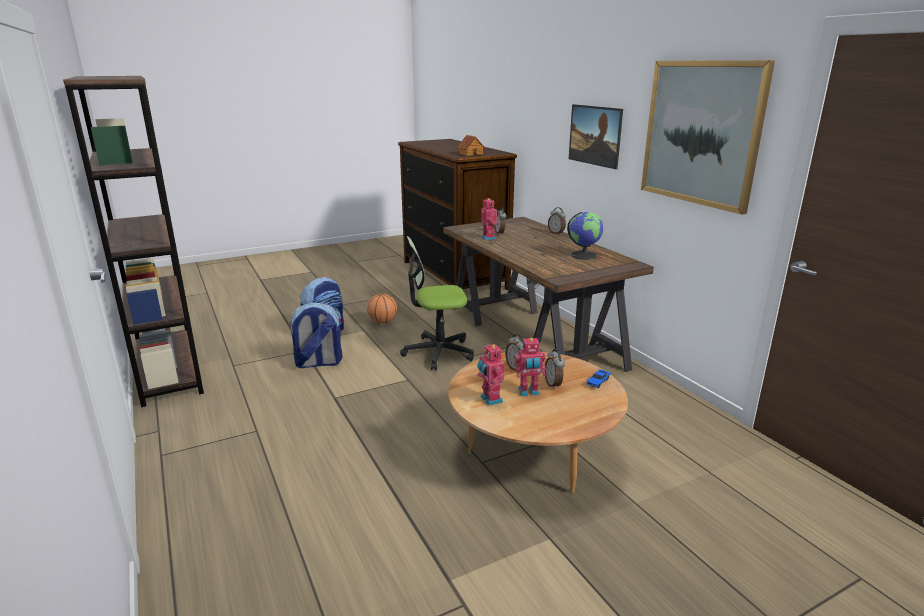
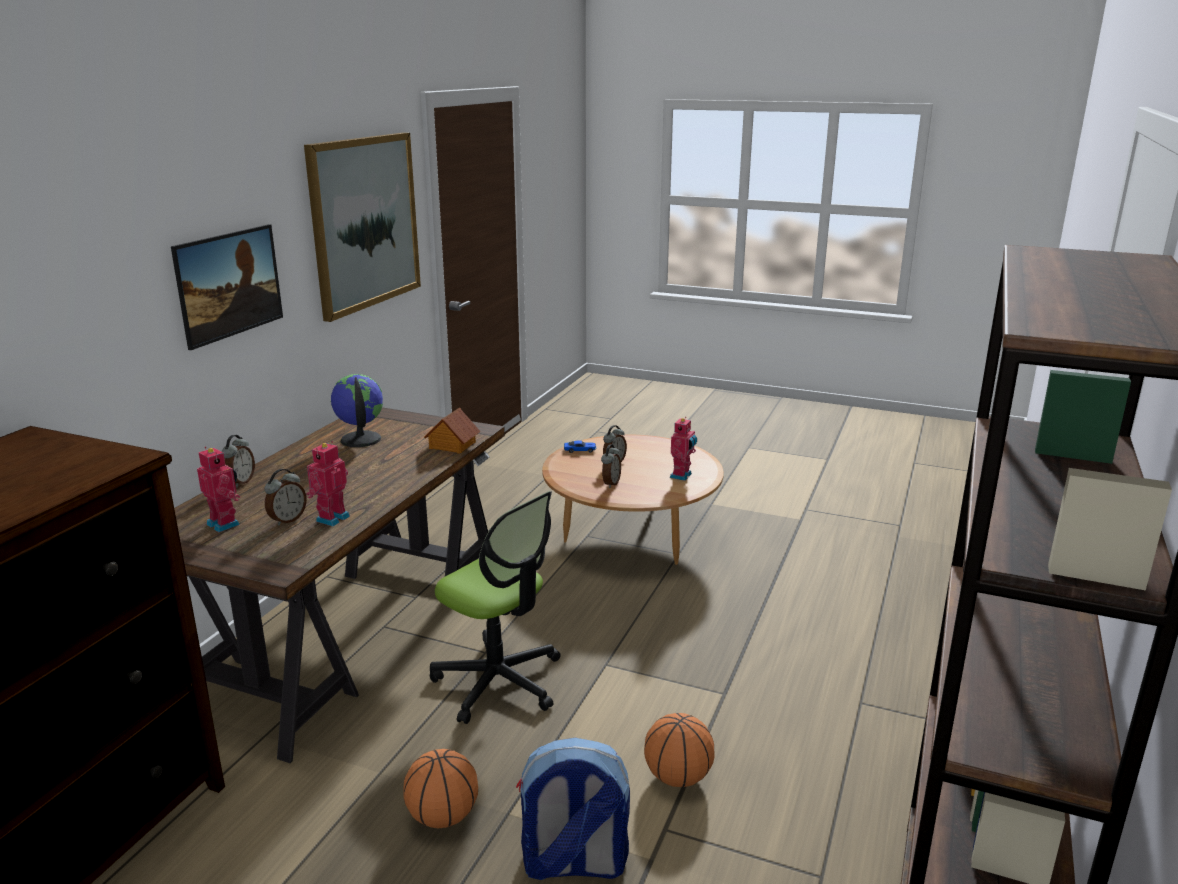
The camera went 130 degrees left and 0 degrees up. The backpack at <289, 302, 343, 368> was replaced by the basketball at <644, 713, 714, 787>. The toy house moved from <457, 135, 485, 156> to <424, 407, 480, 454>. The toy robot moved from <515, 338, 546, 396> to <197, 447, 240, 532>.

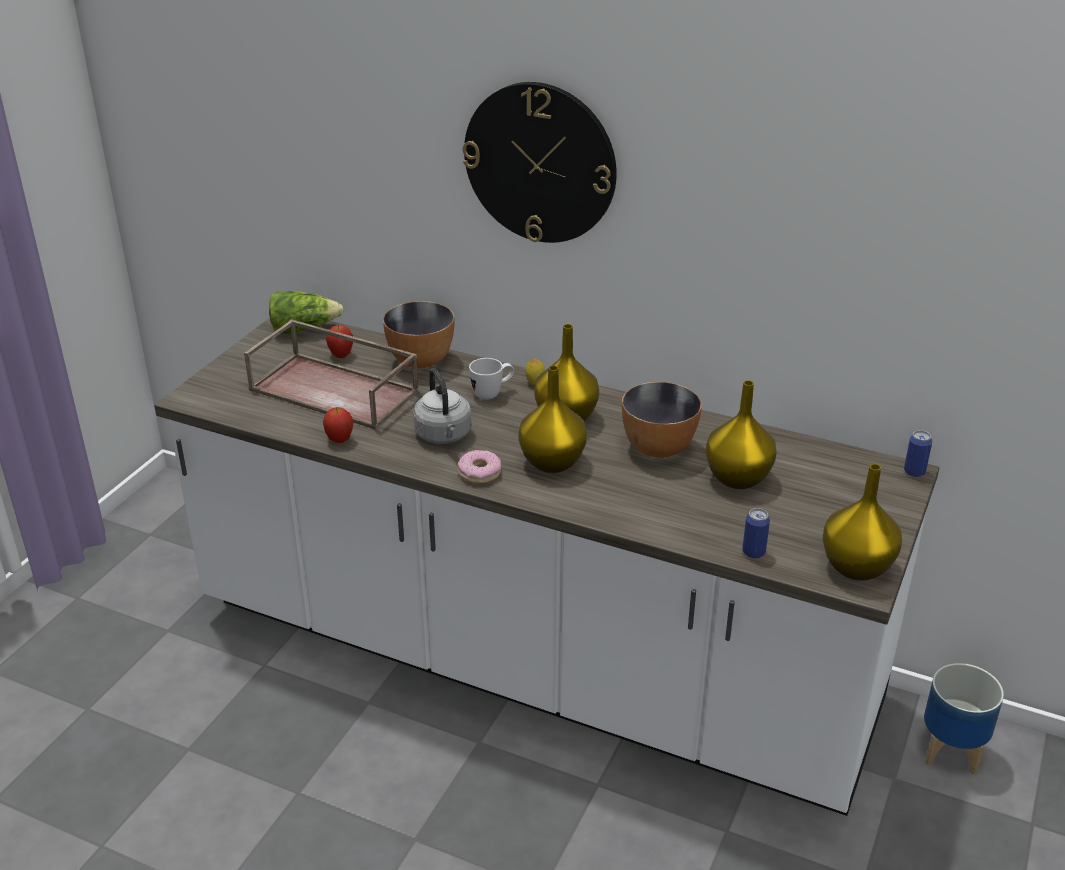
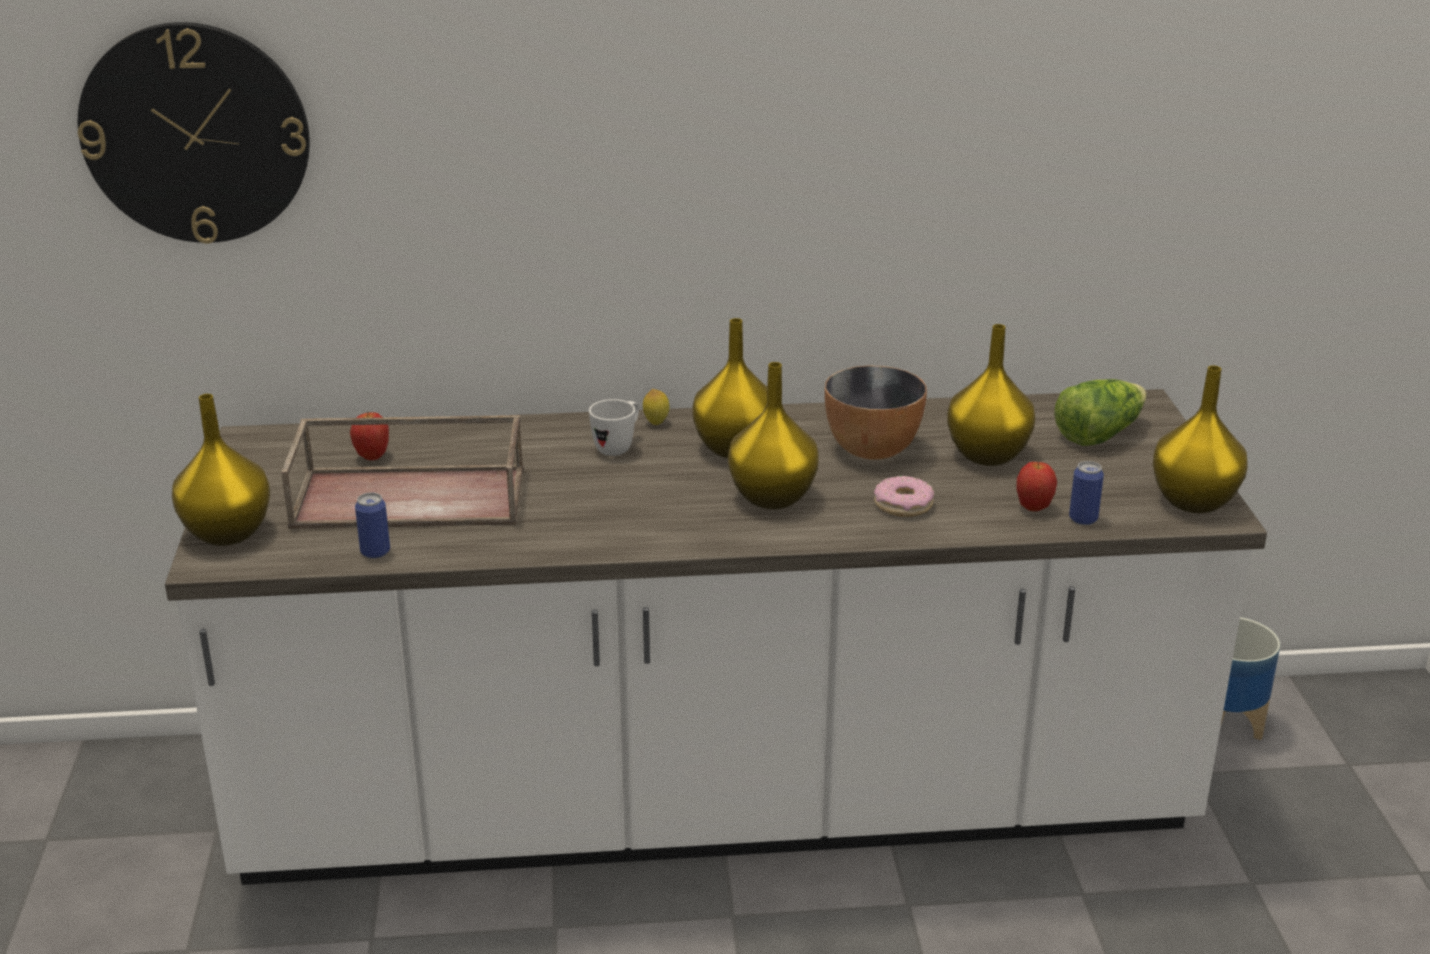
The camera went 30 degrees left and 5 degrees down. The lettuce moved from <269, 291, 344, 334> to <1054, 379, 1147, 446>. The apple moved from <323, 407, 353, 443> to <1017, 461, 1057, 511>. The bowl at <383, 301, 455, 368> disappeared. The kettle/grey at <413, 368, 472, 444> disappeared. The donut moved from <457, 450, 501, 484> to <874, 476, 934, 517>. The wall clock moved from <463, 82, 617, 243> to <78, 22, 310, 244>. The can moved from <904, 430, 932, 477> to <355, 492, 390, 559>. The vase/yellow at <172, 394, 270, 546> appeared.

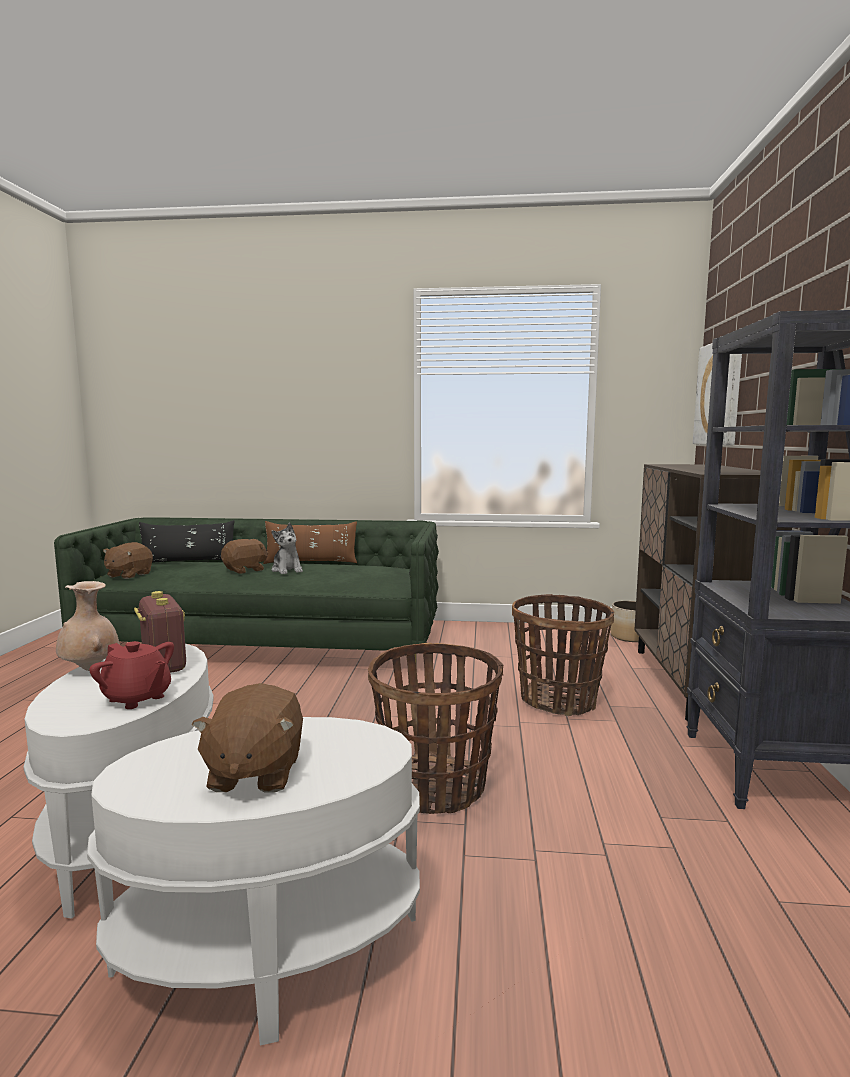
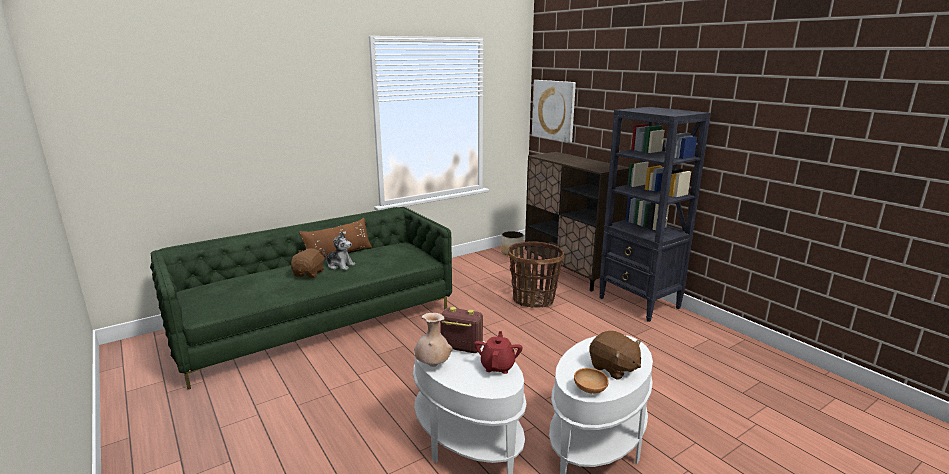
The camera went 40 degrees left and 10 degrees up. The teapot/red at <89, 641, 174, 709> turned 75 degrees counterclockwise. The plush toy/brown at <103, 542, 153, 579> disappeared. The pillow/black at <139, 520, 235, 563> disappeared. The basket at <368, 643, 503, 814> disappeared. The bowl/brown at <574, 368, 609, 394> appeared.

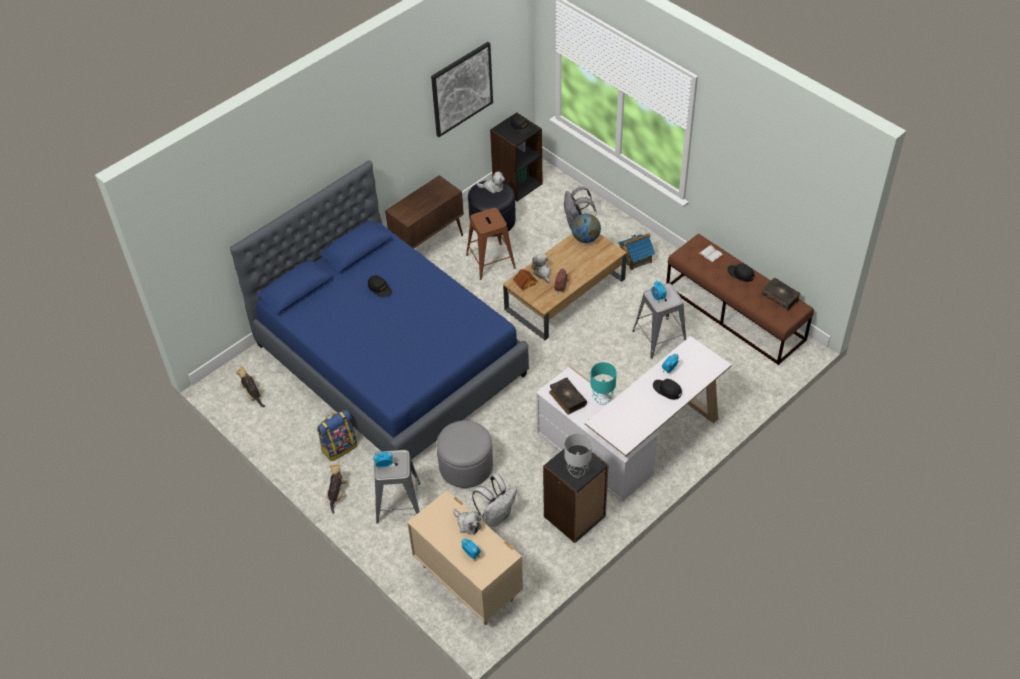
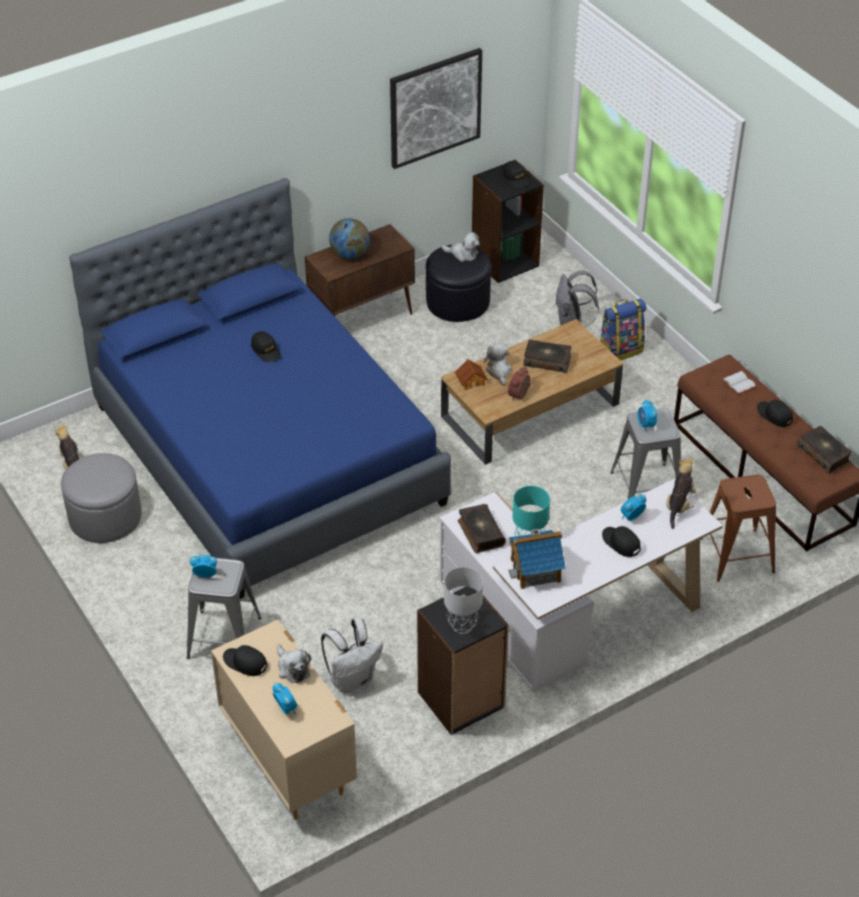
The camera went 10 degrees right and 5 degrees down. The backpack moved from <317, 410, 357, 461> to <600, 298, 646, 360>. The plush toy moved from <327, 462, 348, 514> to <666, 457, 696, 529>. The ottoman/grey moved from <436, 420, 493, 488> to <61, 453, 142, 543>. The stool/brown moved from <466, 208, 516, 280> to <700, 474, 776, 582>. The globe moved from <571, 214, 601, 243> to <329, 218, 370, 259>. The toy house moved from <618, 233, 655, 270> to <508, 529, 566, 589>. The cap/black at <223, 645, 267, 676> appeared. The book at <524, 340, 571, 373> appeared.

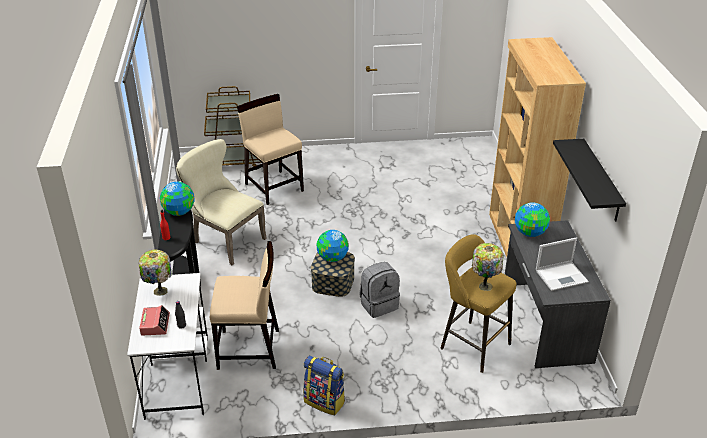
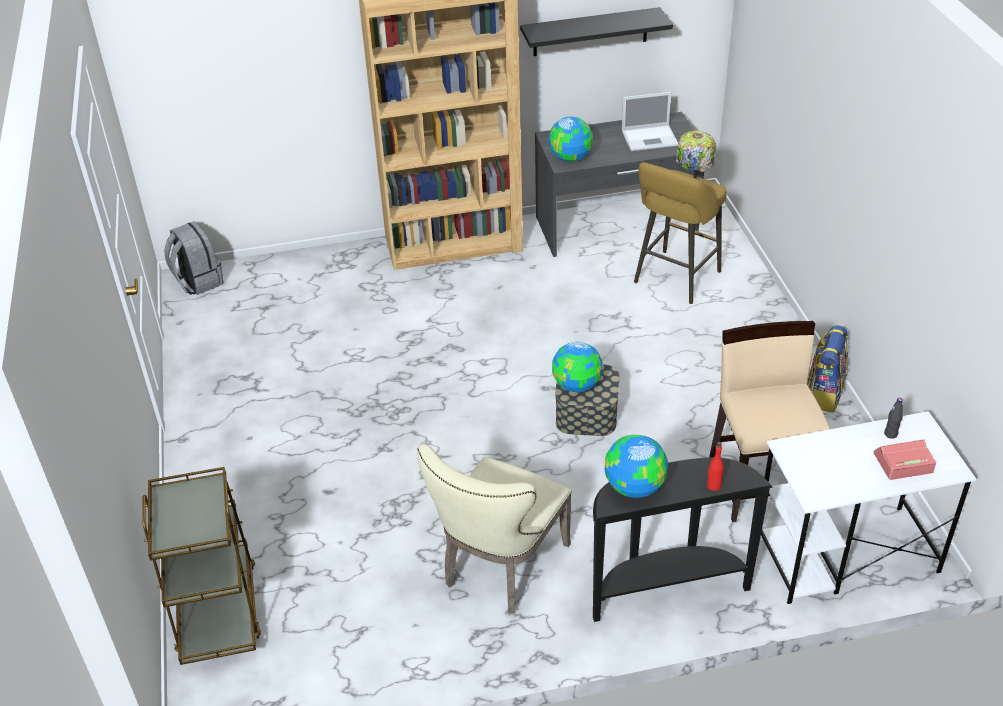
The camera went 95 degrees left and 5 degrees up. The table lamp at <138, 250, 172, 296> disappeared. The chair/beige at <237, 94, 304, 205> disappeared. The backpack/grey moved from <360, 262, 400, 318> to <164, 221, 224, 295>. The laptop at <536, 238, 589, 291> turned 105 degrees clockwise.

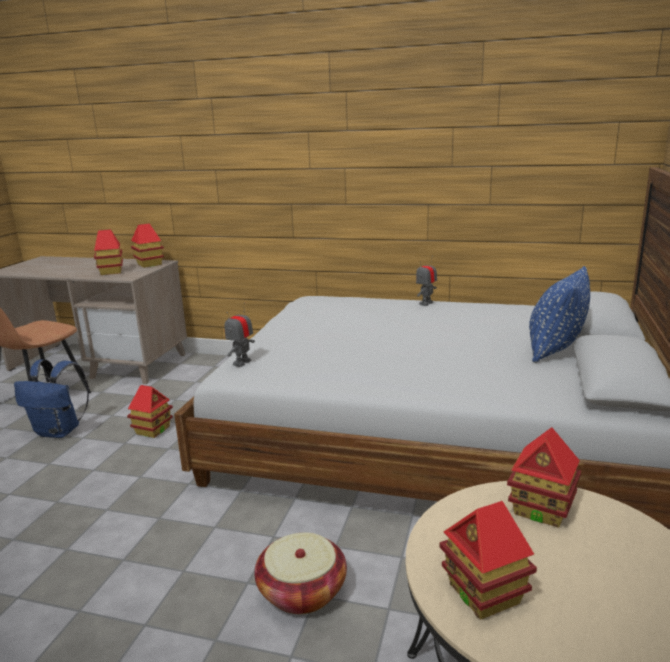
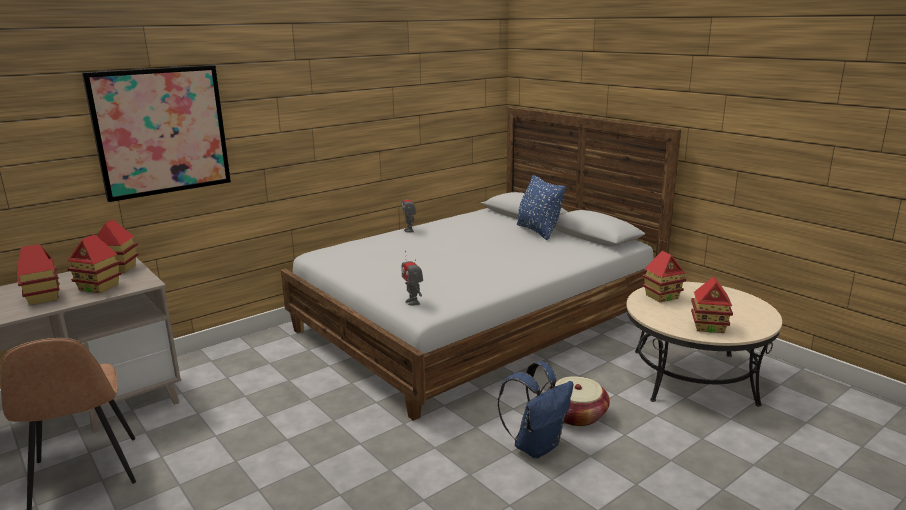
The camera went 55 degrees left and 0 degrees up. The backpack/blue moved from <14, 359, 89, 438> to <498, 361, 573, 458>. The toy house moved from <127, 385, 173, 438> to <17, 244, 60, 305>. The picture at <82, 65, 231, 202> appeared.

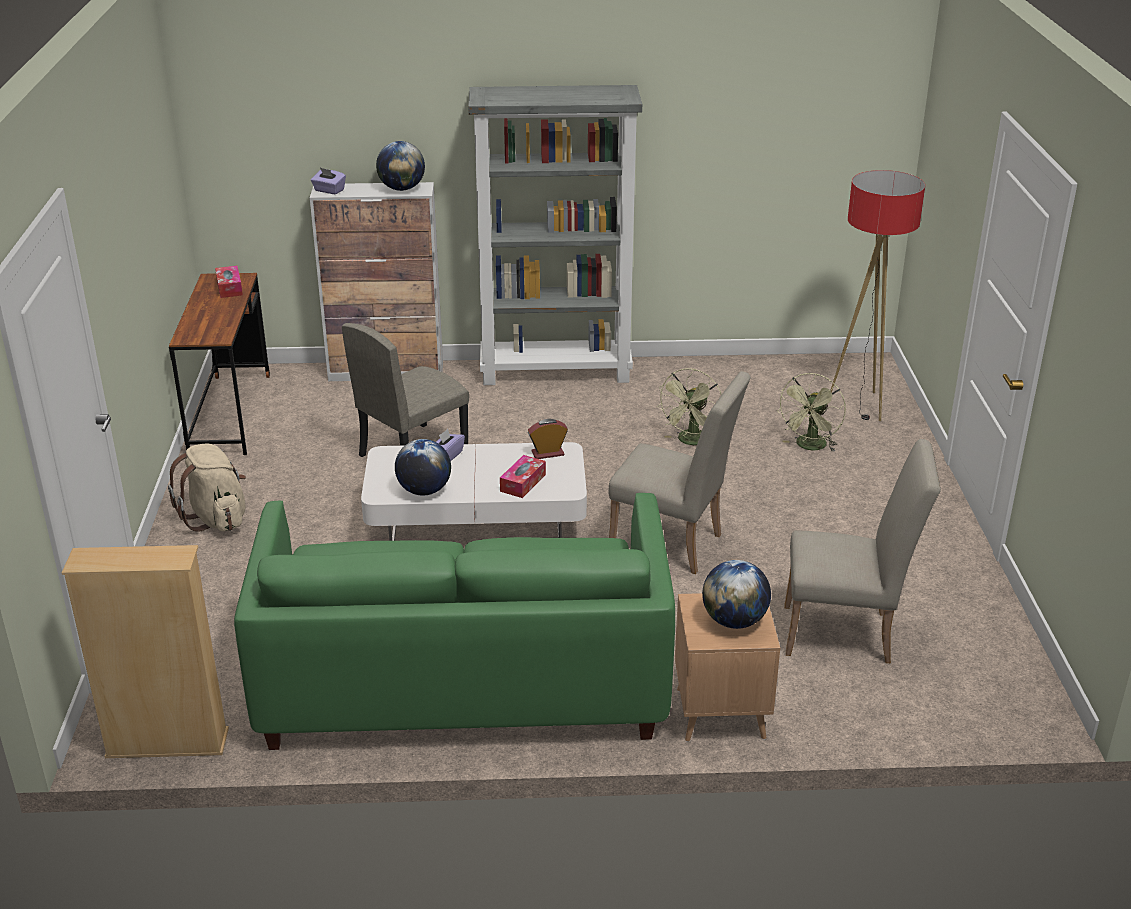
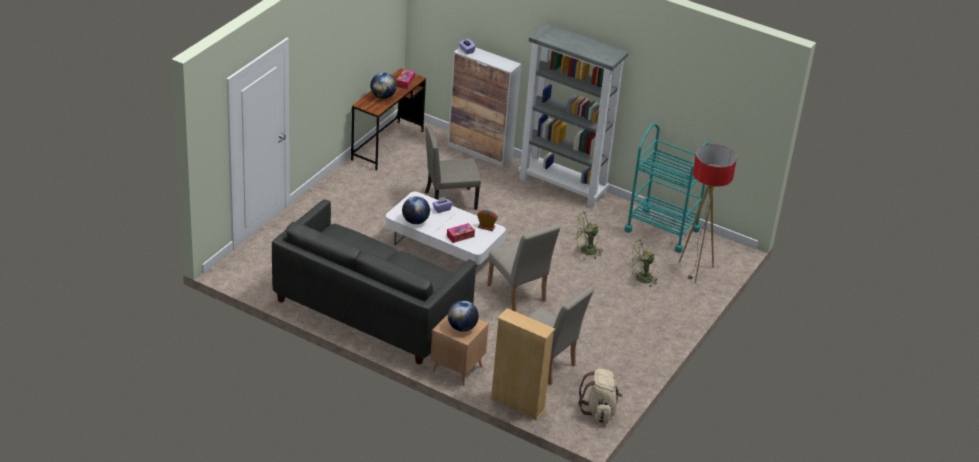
The camera went 30 degrees right and 5 degrees up. The bookcase/beige moved from <62, 545, 229, 758> to <490, 308, 555, 420>. The backpack/beige moved from <168, 444, 246, 532> to <579, 369, 623, 423>. The sofa/green at <234, 493, 675, 750> became the sofa/grey at <272, 199, 476, 365>. The globe moved from <376, 141, 425, 191> to <370, 72, 397, 99>. The cart/turquoise at <624, 123, 709, 253> appeared.

